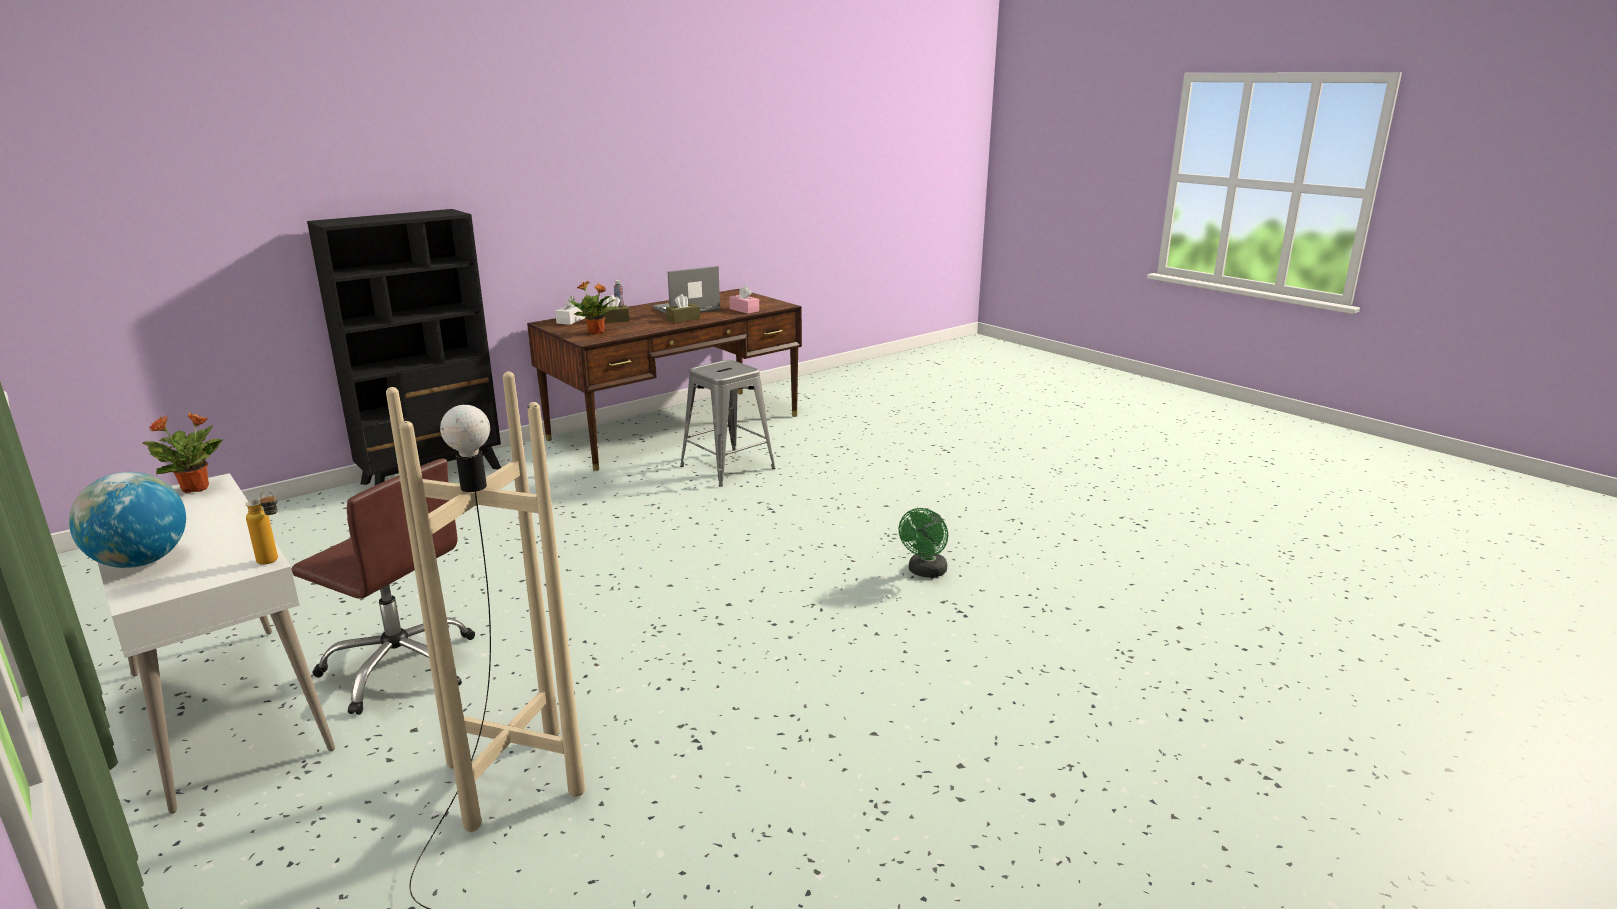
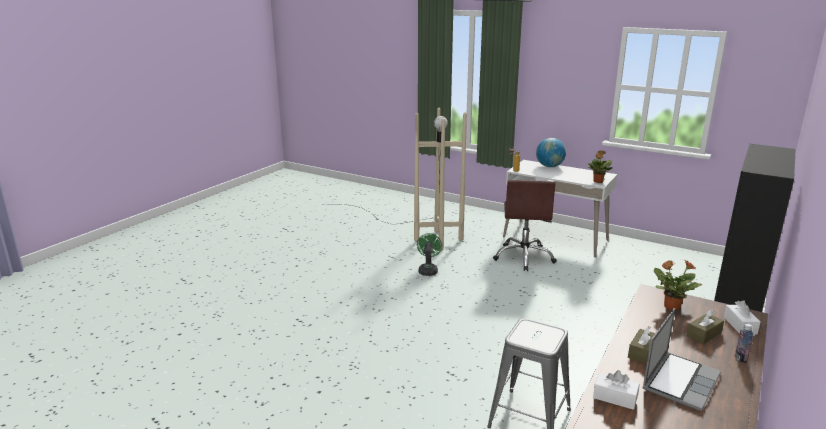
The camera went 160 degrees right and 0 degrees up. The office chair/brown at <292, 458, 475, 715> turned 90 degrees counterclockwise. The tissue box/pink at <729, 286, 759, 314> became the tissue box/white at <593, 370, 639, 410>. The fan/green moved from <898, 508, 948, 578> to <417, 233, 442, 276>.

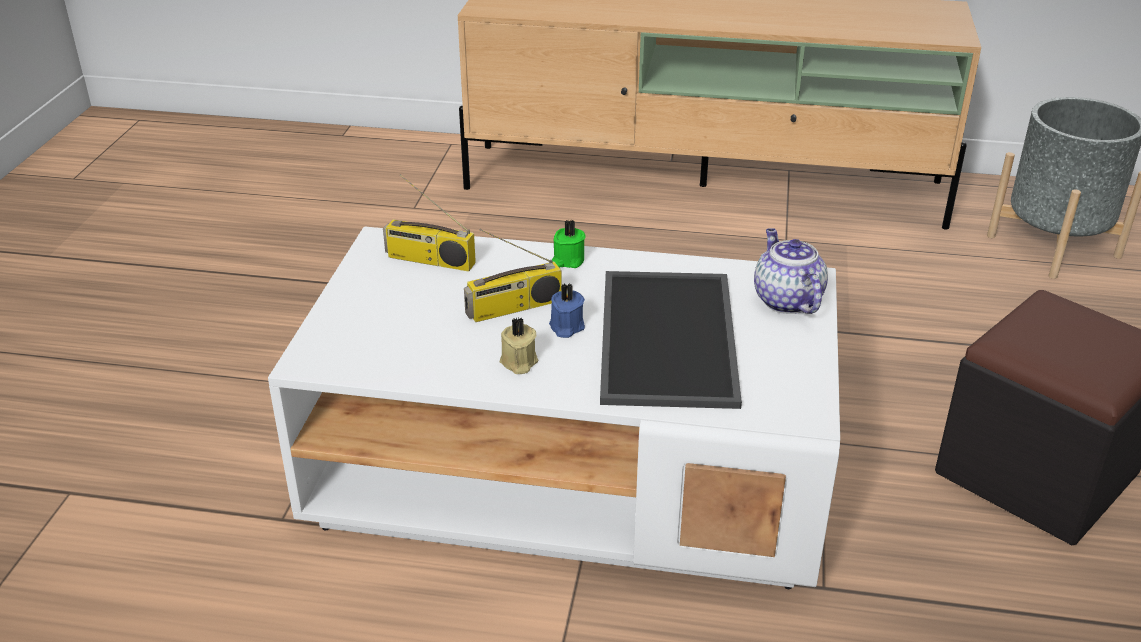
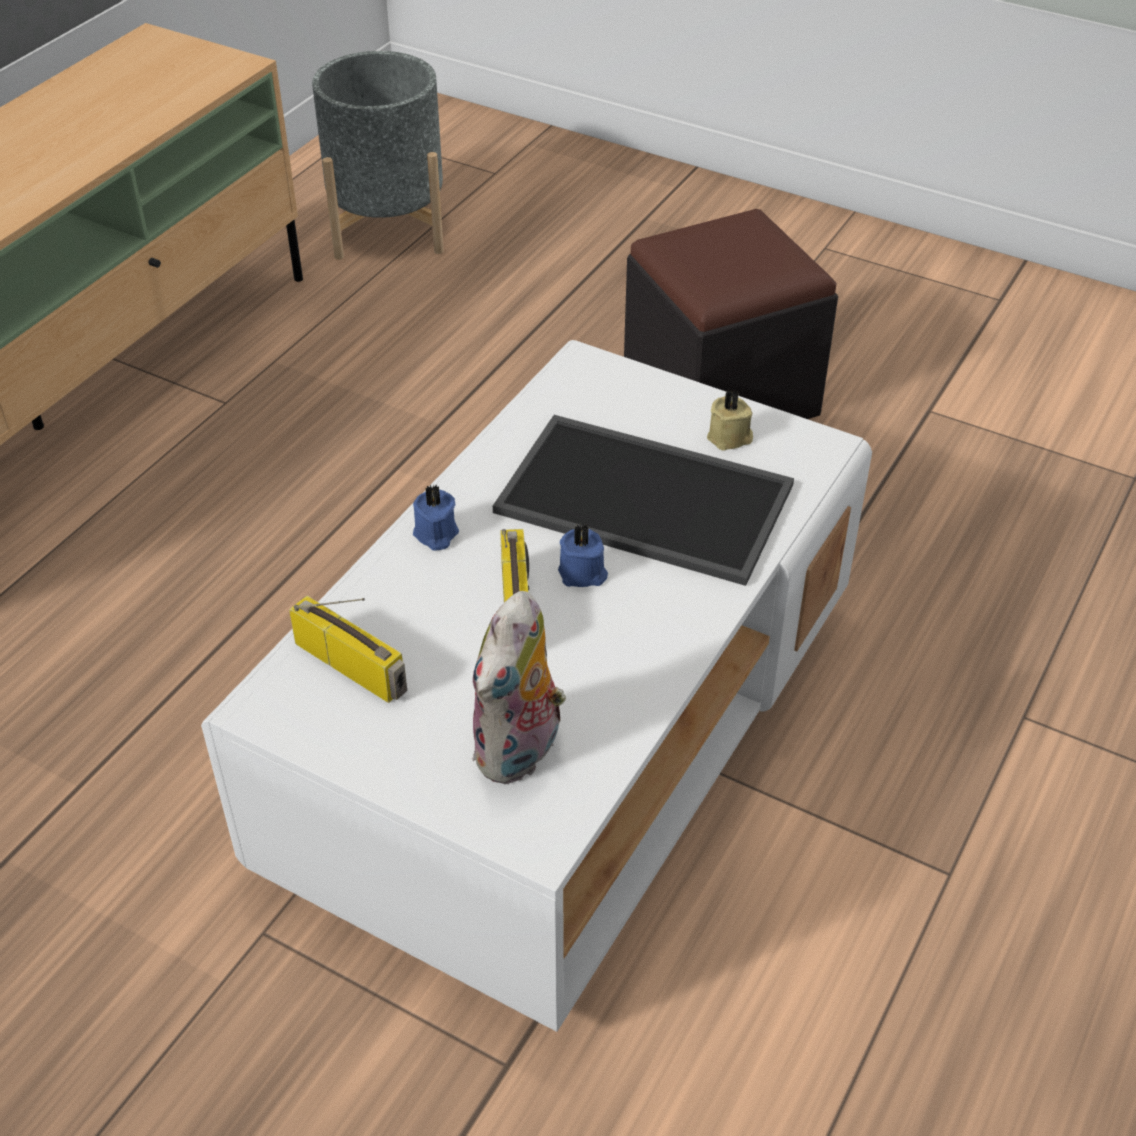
The camera went 70 degrees left and 10 degrees up. The radio at <383, 174, 476, 272> turned 90 degrees counterclockwise. The candle/beige moved from <500, 318, 538, 374> to <707, 390, 753, 451>. The candle/green at <552, 220, 585, 268> became the candle/blue at <413, 484, 459, 551>. The teapot at <754, 228, 828, 314> disappeared. The plush toy at <472, 591, 566, 784> appeared.

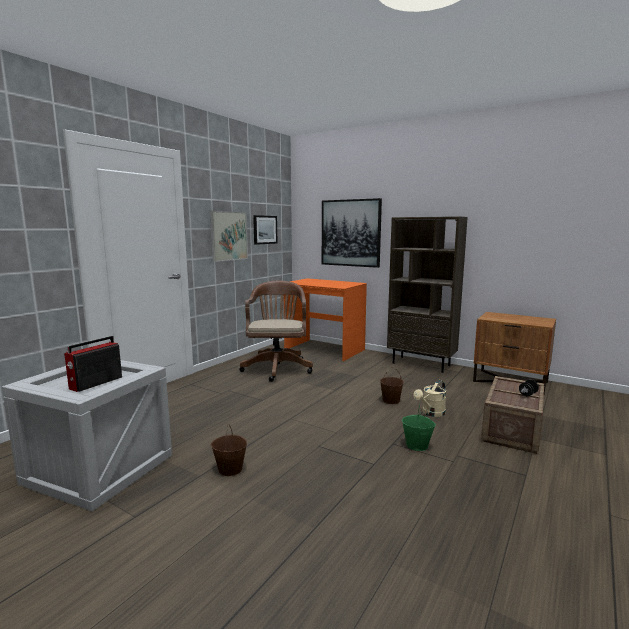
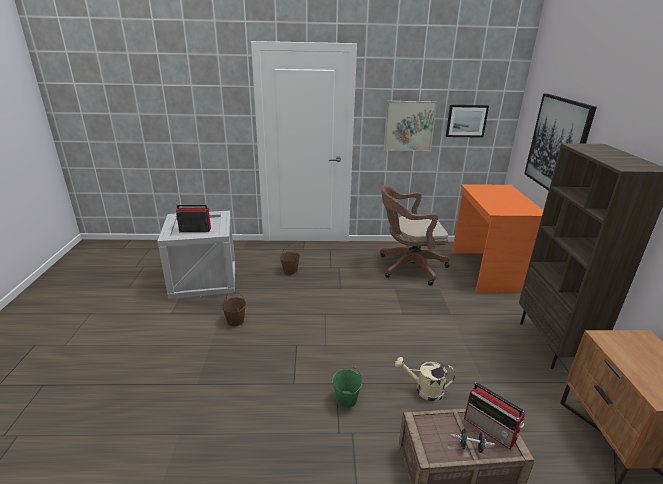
The camera went 55 degrees right and 15 degrees up. The office chair/brown at <239, 281, 313, 382> turned 150 degrees counterclockwise. The bucket/brown moved from <380, 367, 404, 404> to <280, 245, 300, 275>. The radio at <464, 382, 526, 449> appeared.

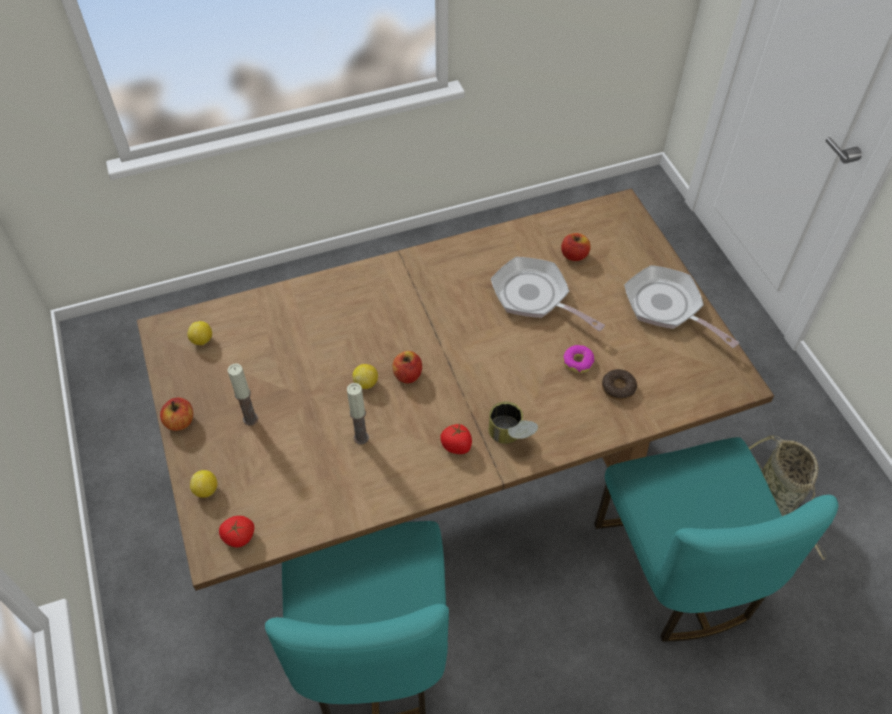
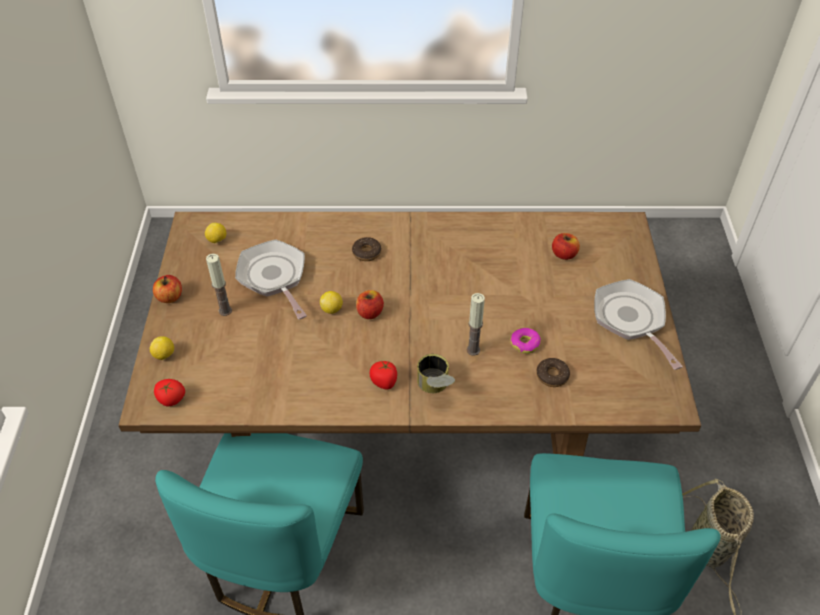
The camera went 20 degrees right and 5 degrees down. The candle moved from <347, 383, 369, 444> to <467, 293, 485, 356>. The frying pan moved from <491, 257, 605, 331> to <235, 239, 307, 319>. The donut at <352, 237, 381, 261> appeared.

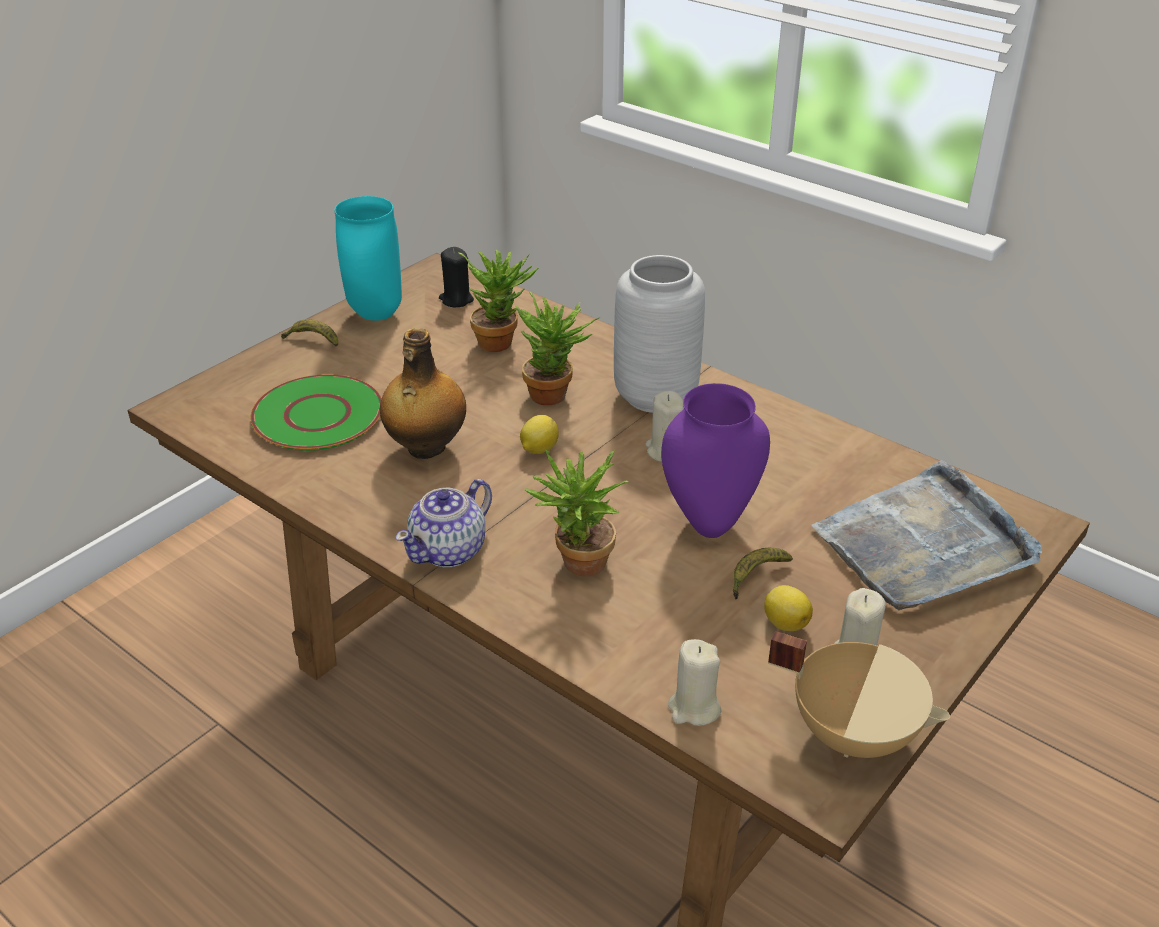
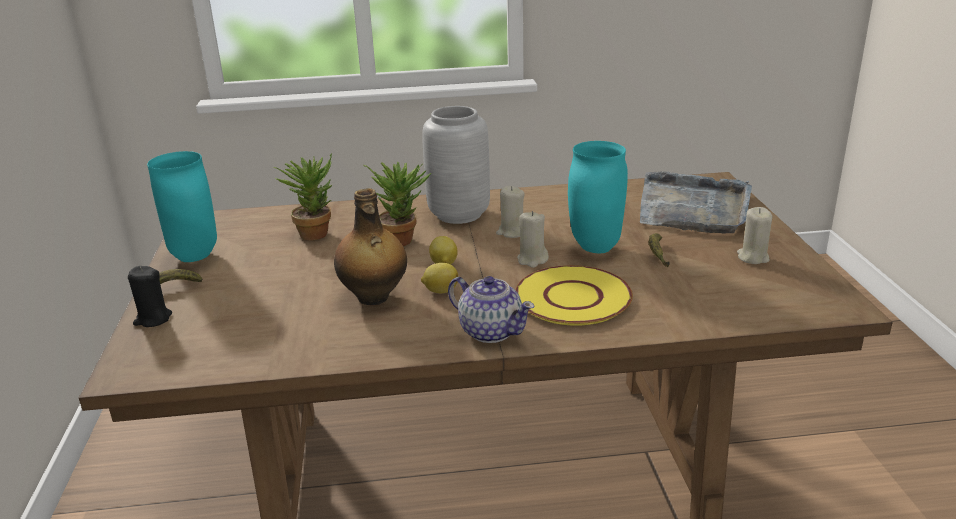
The camera went 45 degrees left and 10 degrees down. The plate/green at <250, 374, 382, 451> disappeared. The teapot at <395, 479, 492, 567> turned 45 degrees counterclockwise. The candle/black moved from <439, 247, 474, 307> to <128, 266, 172, 327>. The potted plant at <525, 449, 629, 577> was replaced by the plate/yellow at <515, 265, 633, 326>. The vase/purple at <661, 383, 770, 538> became the vase/turquoise at <568, 141, 628, 253>. The candle/beige moved from <668, 639, 721, 726> to <517, 211, 549, 268>. The lemon moved from <764, 585, 813, 631> to <421, 263, 459, 293>. The cooking pot/beige at <768, 631, 950, 758> disappeared.

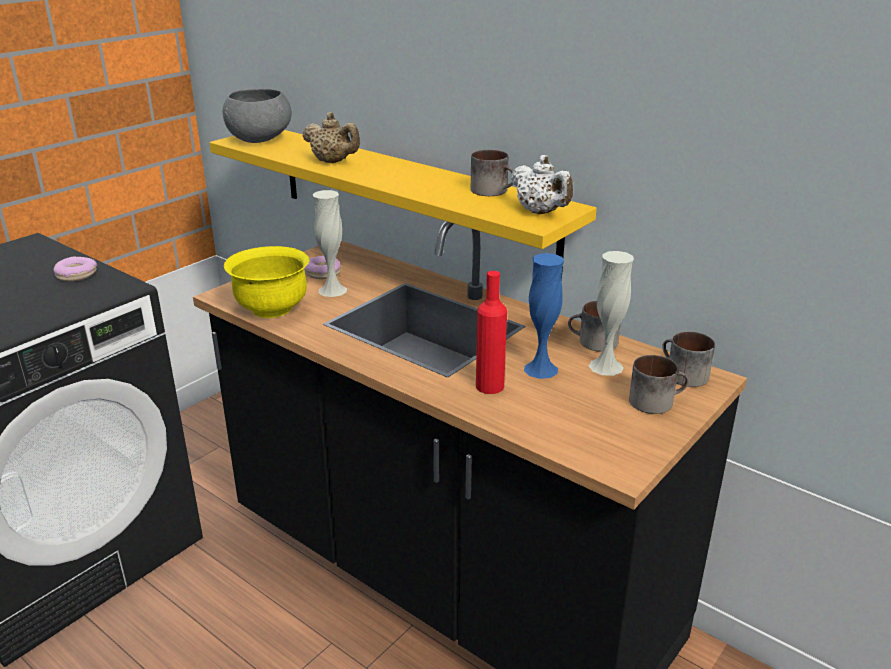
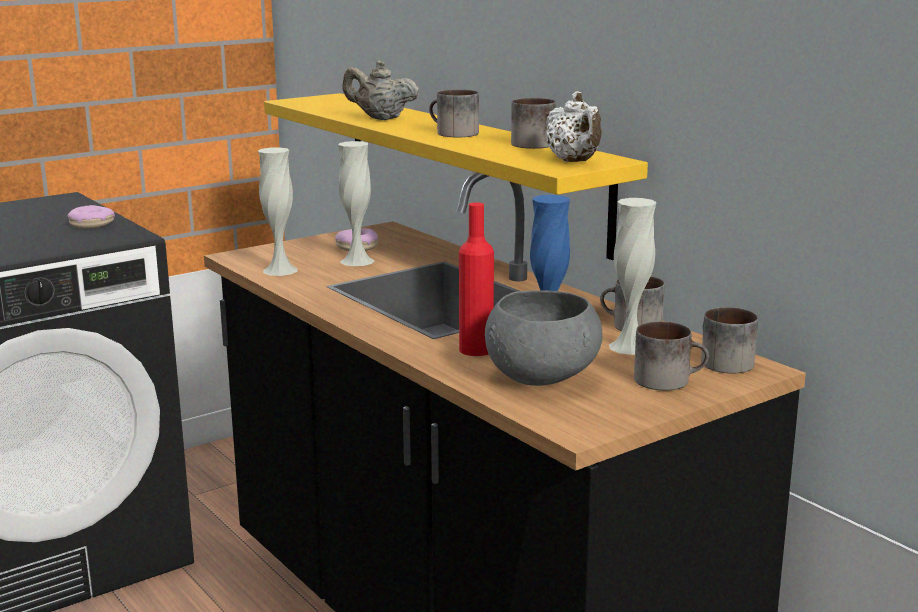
The camera went 15 degrees right and 10 degrees down. The bowl/grey moved from <223, 89, 292, 143> to <485, 290, 603, 386>. The bowl/yellow at <224, 246, 309, 318> was replaced by the vase/white at <258, 147, 298, 276>. The teapot/beige at <303, 112, 360, 163> turned 150 degrees clockwise. The mug at <429, 90, 479, 137> appeared.

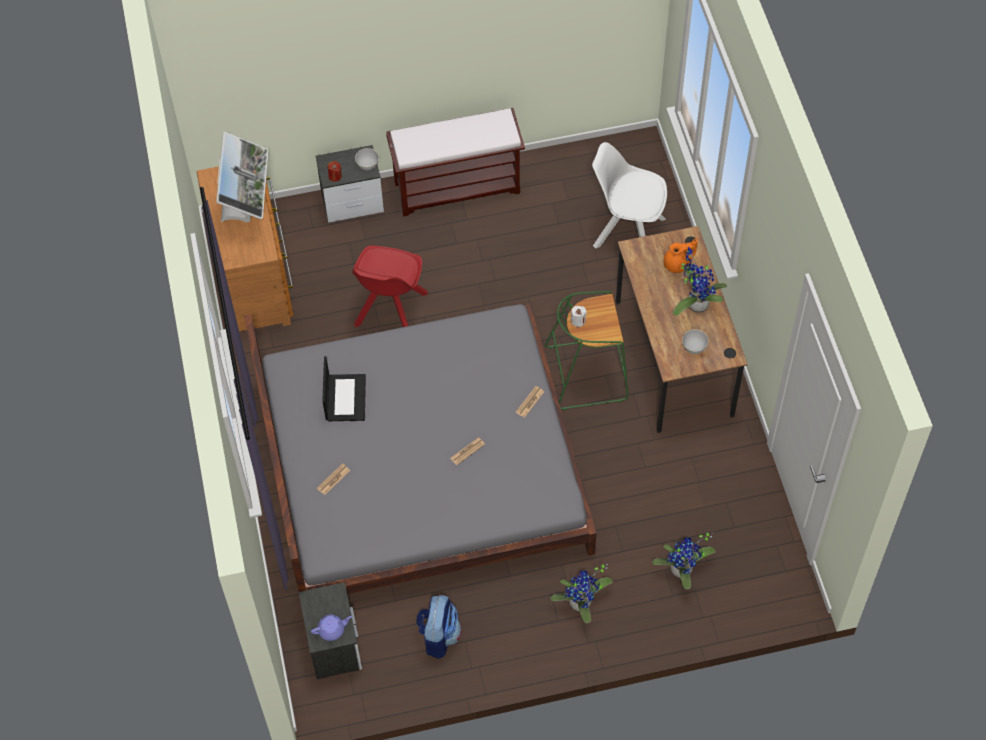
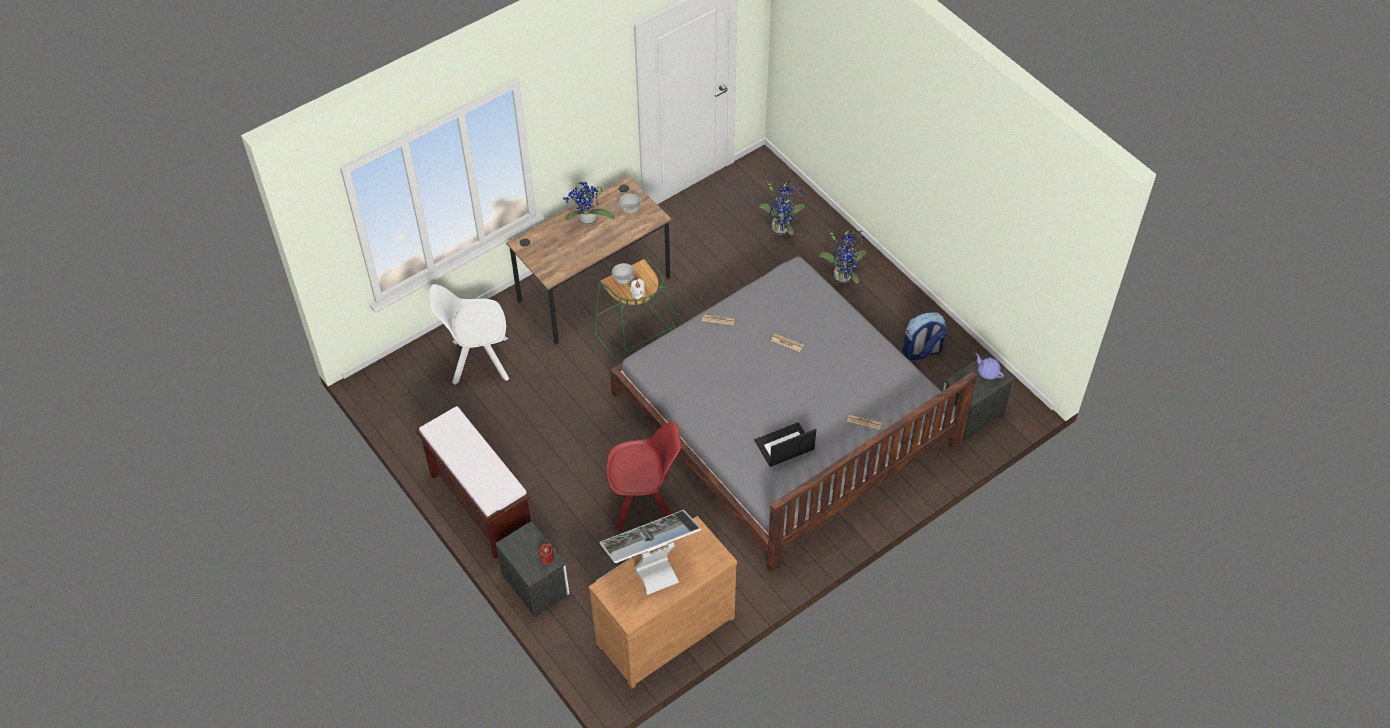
The camera went 115 degrees left and 5 degrees down. The bowl/grey moved from <355, 148, 379, 170> to <612, 263, 635, 284>. The chair/white at <592, 142, 667, 249> turned 90 degrees clockwise. The teapot/orange at <664, 239, 698, 273> disappeared.

